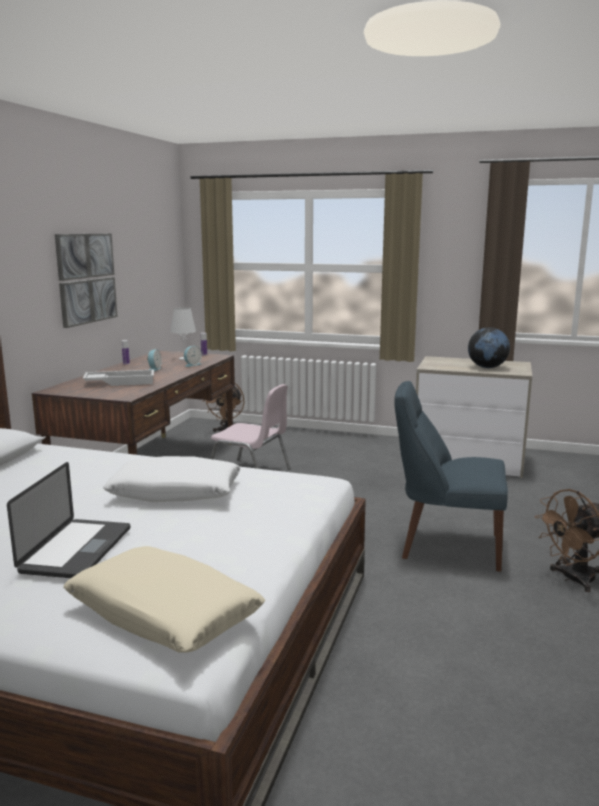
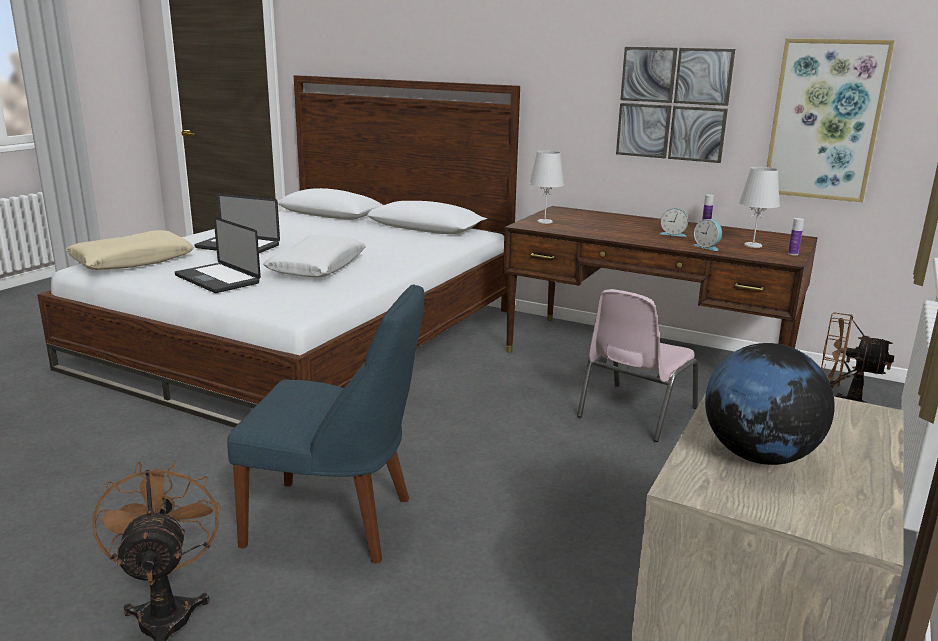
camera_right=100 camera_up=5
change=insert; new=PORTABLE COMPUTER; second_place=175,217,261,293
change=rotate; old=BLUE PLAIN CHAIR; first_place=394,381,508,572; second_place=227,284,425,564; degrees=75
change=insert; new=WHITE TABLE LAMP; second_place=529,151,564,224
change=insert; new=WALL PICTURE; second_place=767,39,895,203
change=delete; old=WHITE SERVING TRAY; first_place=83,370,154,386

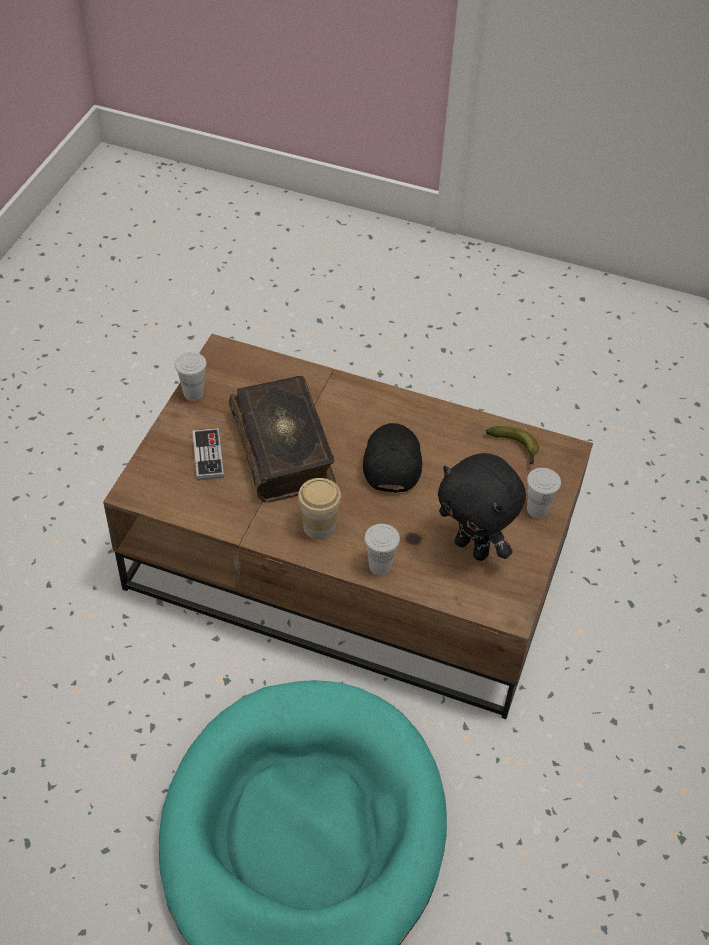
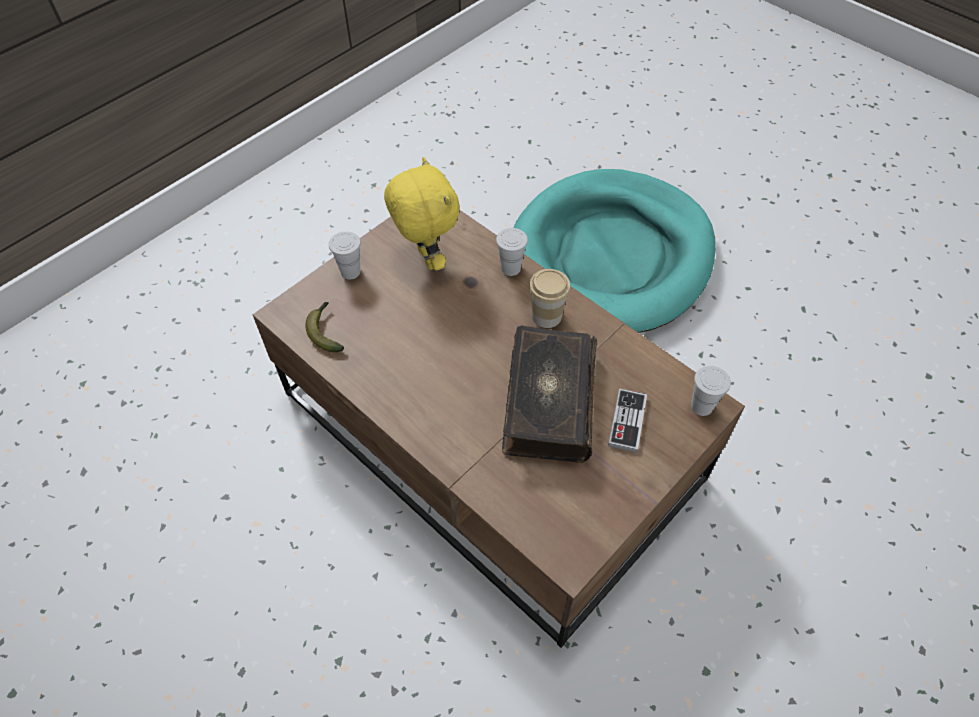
camera_right=-155 camera_up=5
change=recolor; old=BLACKISH PLUSH TOY; new=YELLOWISH PLUSH TOY; first_place=438,453,526,561; second_place=384,157,460,270
change=move; old=WHITE SMALL CUP; first_place=175,352,207,401; second_place=691,366,731,416
change=delete; old=BLACKISH CAP; first_place=363,423,422,493

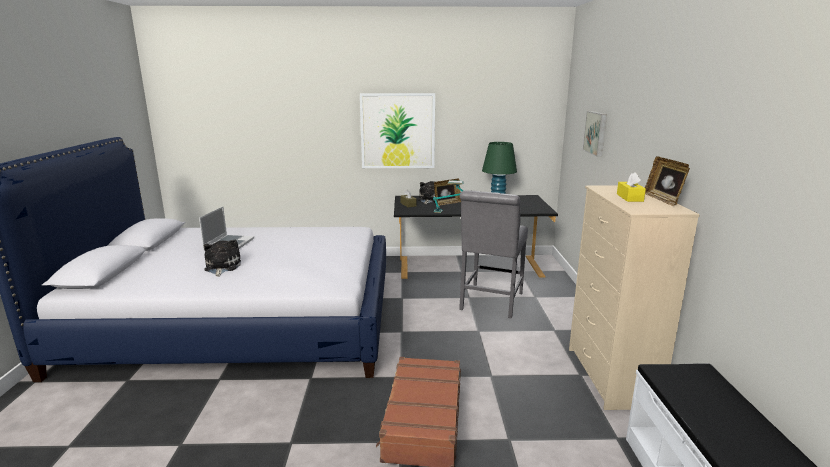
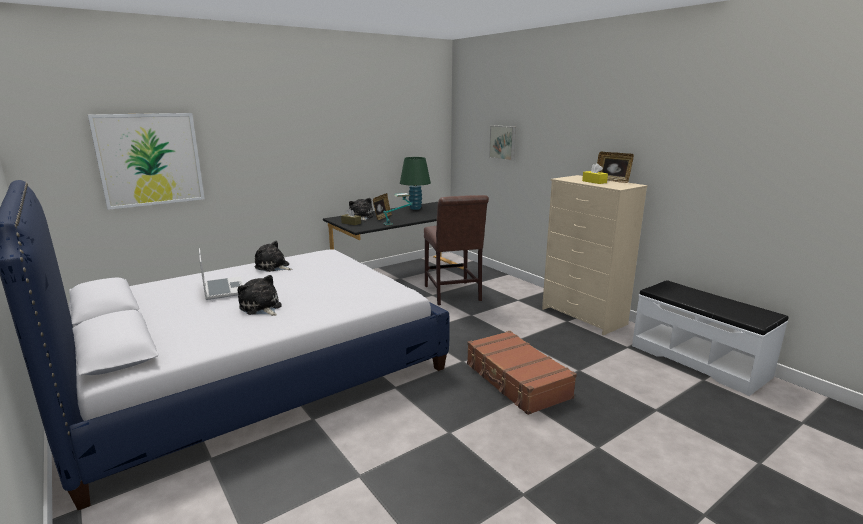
camera_right=-35 camera_up=0
change=move; old=WALL PICTURE; first_place=360,93,435,168; second_place=88,113,205,210
change=insert; new=PLUSH TOY; second_place=254,241,292,272
change=recolor; old=GREYISH PLAIN CHAIR; new=BROWN-COLOURED PLAIN CHAIR; first_place=459,191,528,319; second_place=424,195,489,305

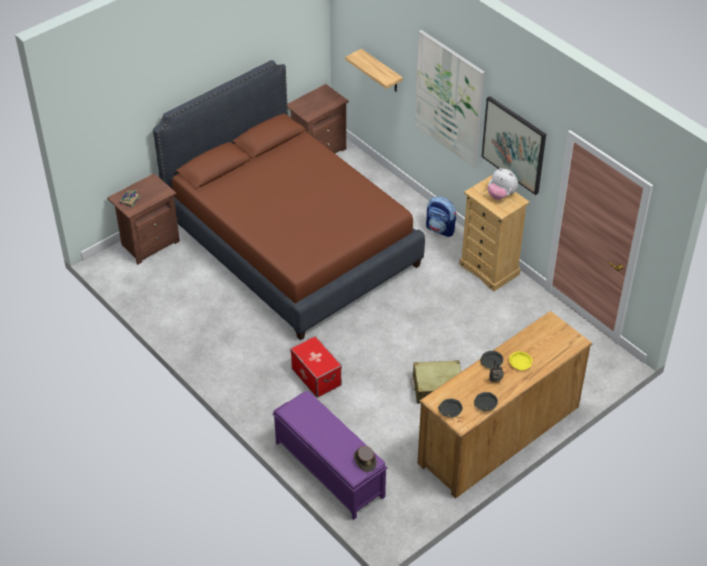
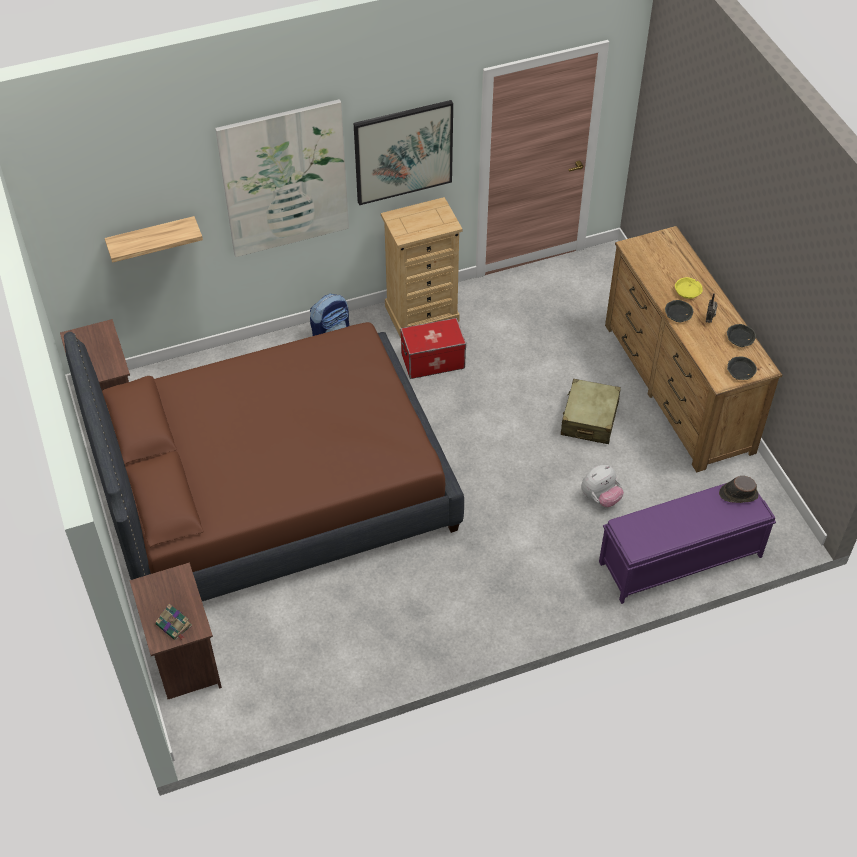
camera_right=-70 camera_up=5
change=move; old=STORAGE BOX; first_place=290,336,342,398; second_place=400,318,466,379
change=move; old=PLUSH TOY; first_place=487,168,518,200; second_place=581,465,624,507

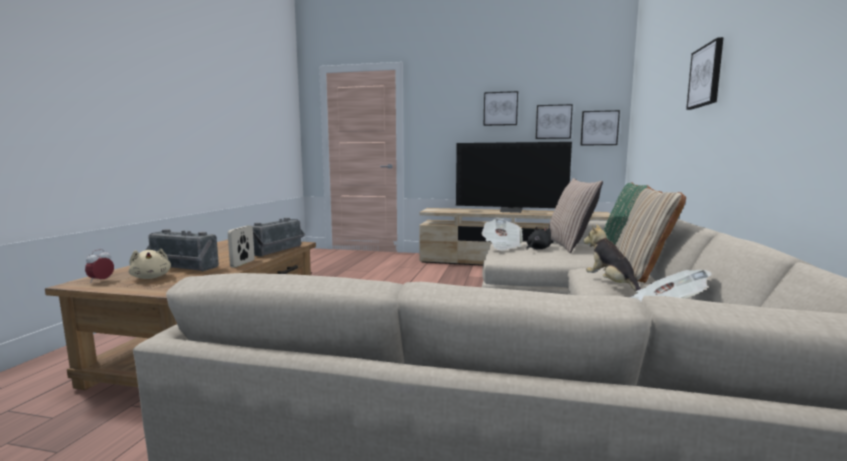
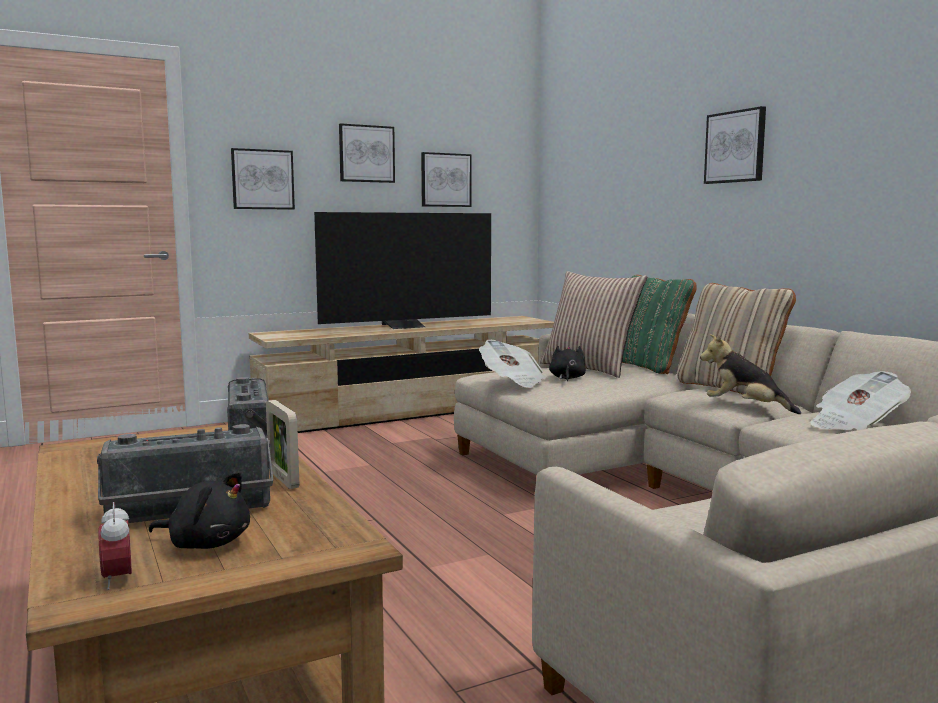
camera_right=-40 camera_up=0
change=recolor; old=SAND-COLOURED PLUSH TOY; new=BLACKISH PLUSH TOY; first_place=129,249,171,279; second_place=149,472,250,549
change=move; old=WALL PICTURE; first_place=580,110,620,145; second_place=231,148,295,210

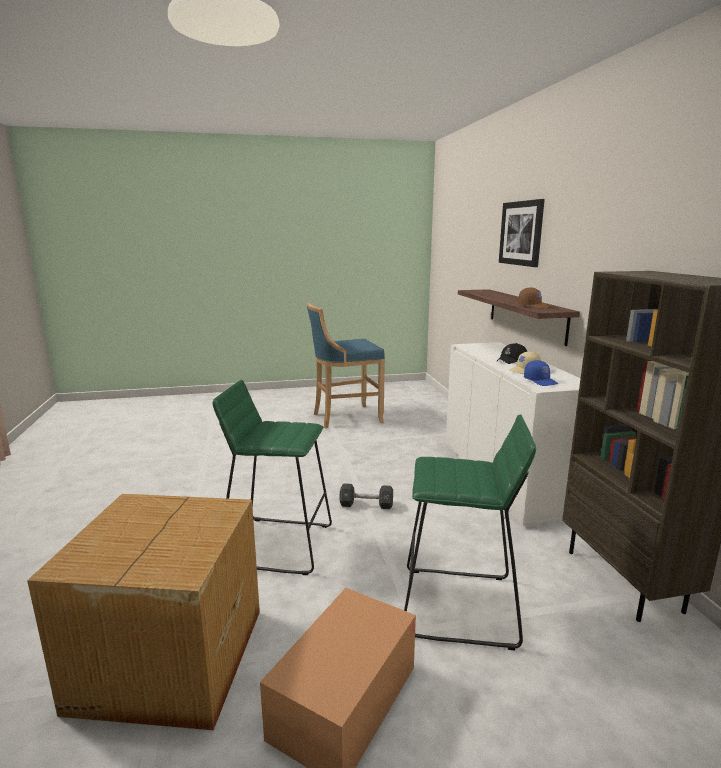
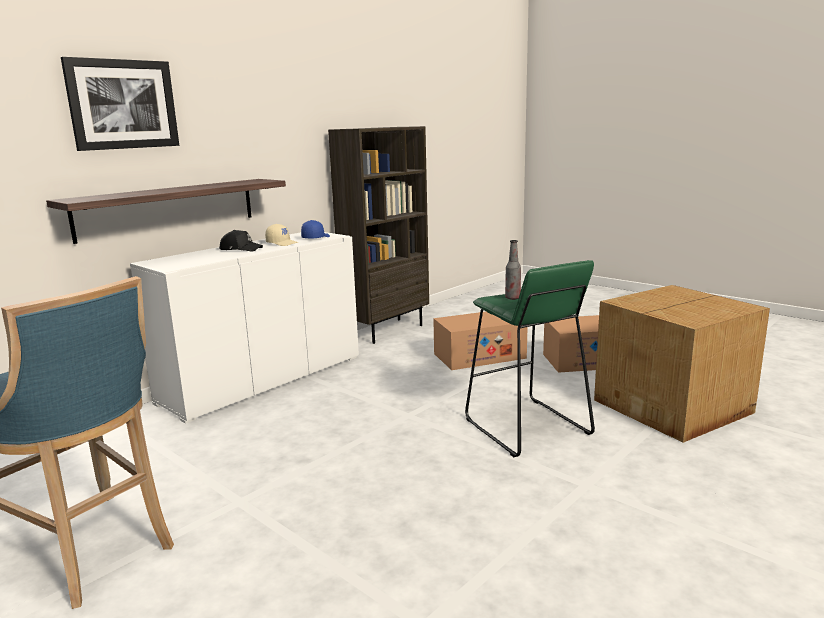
camera_right=-125 camera_up=0
change=replace; old=GREEN-COLOURED STOOL SEAT; new=CARDBOARD BOX; first_place=404,414,536,651; second_place=433,312,528,370
change=insert; new=BEVERAGE BOTTLE; second_place=505,240,521,300
change=delete; old=BLACKISH FREE WEIGHT; first_place=339,483,393,509
change=delete; old=BROWN-COLOURED CAP; first_place=518,287,551,309

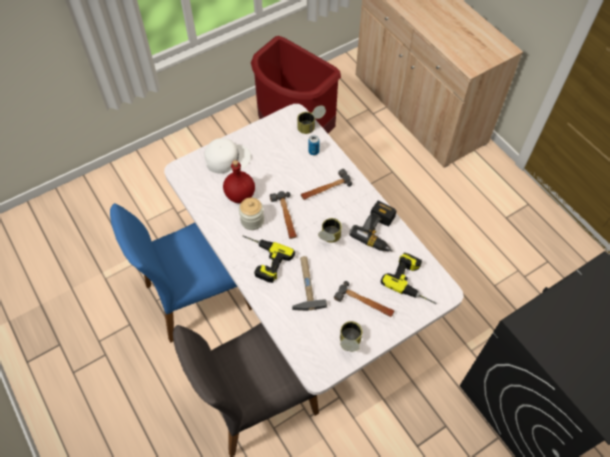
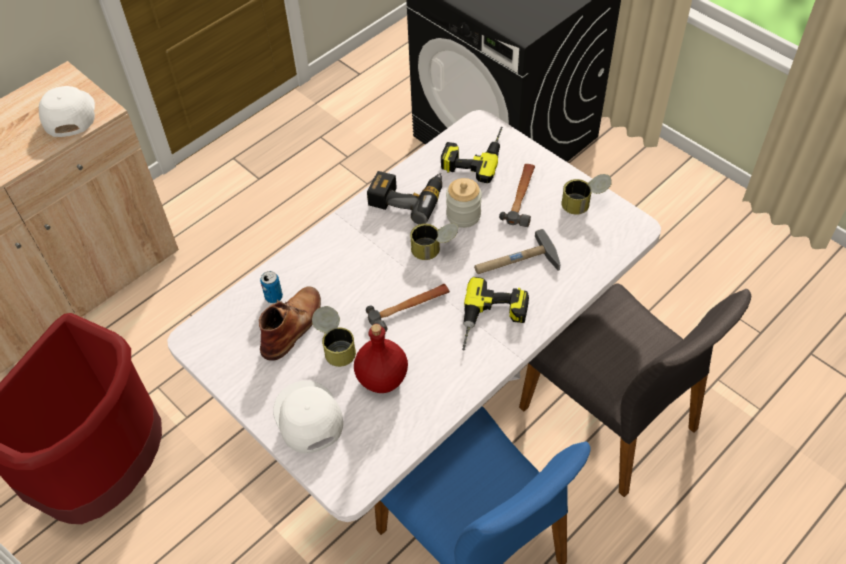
camera_right=-100 camera_up=-5
change=insert; new=WHITE CAP; second_place=39,86,95,137
change=insert; new=BROWN-COLOURED TALL BOOT; second_place=259,286,321,361
change=move; old=METAL CAN; first_place=297,105,326,134; second_place=312,306,356,367
change=move; old=JAR; first_place=239,198,264,230; second_place=446,178,482,228
change=delete; old=TOOL HAMMER; first_place=301,169,352,200

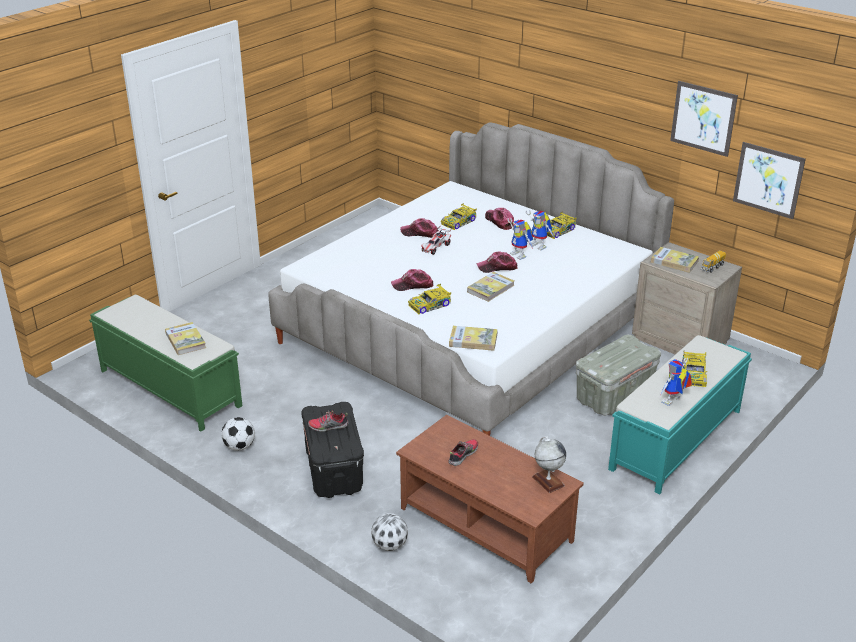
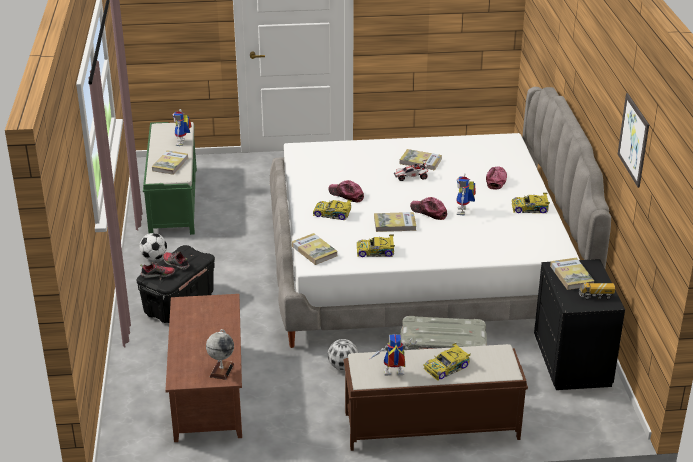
camera_right=45 camera_up=0
change=move; old=SHOE; first_place=448,439,478,466; second_place=140,262,175,278
change=move; old=TOY ROBOT; first_place=526,210,555,250; second_place=172,109,192,146
change=move; old=FOOTBALL; first_place=371,513,408,551; second_place=328,339,358,370
change=recolor; old=BLUE-GREEN BENCH; new=BROWN-COLOURED BENCH; first_place=608,335,752,495; second_place=344,344,528,451
change=move; old=MINIATURE CAR; first_place=441,203,477,230; second_place=357,235,395,257
change=replace; old=CAP; new=BOUND BOOK; first_place=400,218,439,238; second_place=400,149,442,171
change=recolor; old=SAND-COLOURED NIGHTSTAND; new=BLACKISH NIGHTSTAND; first_place=632,242,742,354; second_place=534,259,625,390
change=delete; old=WALL PICTURE; first_place=733,142,806,219

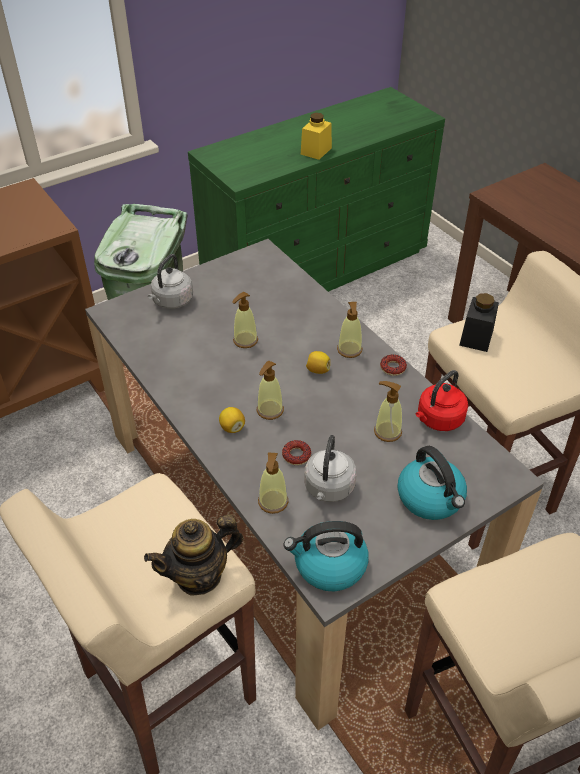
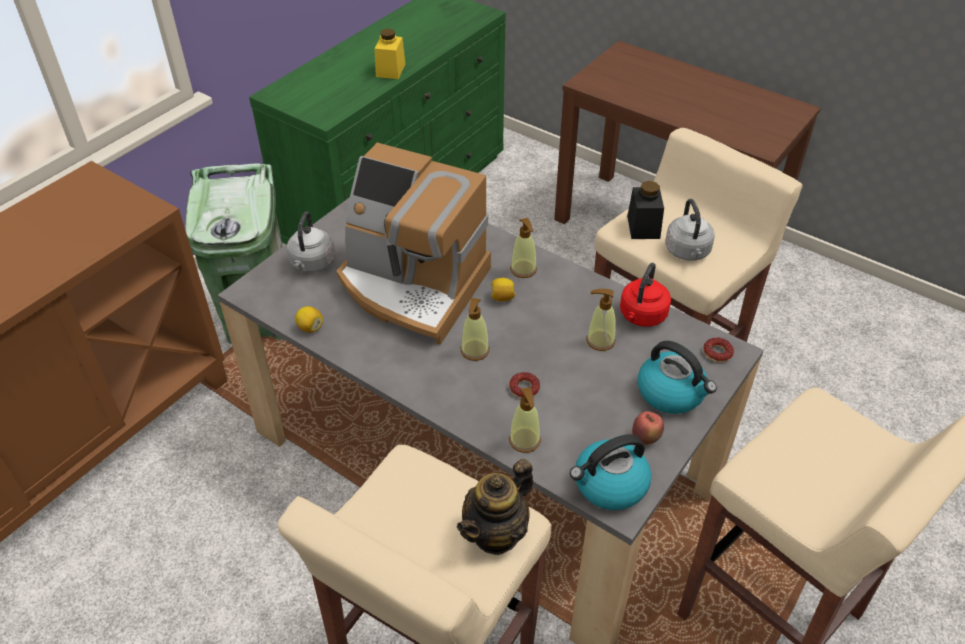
camera_right=-20 camera_up=0
change=move; old=WHOLE LEMON; first_place=219,407,245,433; second_place=295,306,323,333
change=replace; old=SOAP BOTTLE; new=COFFEE MAKER; first_place=232,292,258,348; second_place=337,143,491,345
change=insert; new=APPLE; second_place=632,411,664,444
change=move; old=GREYISH WATER KETTLE; first_place=304,435,357,502; second_place=665,199,715,261
change=move; old=RING DOUGHNUT; first_place=380,354,407,376; second_place=703,337,734,362

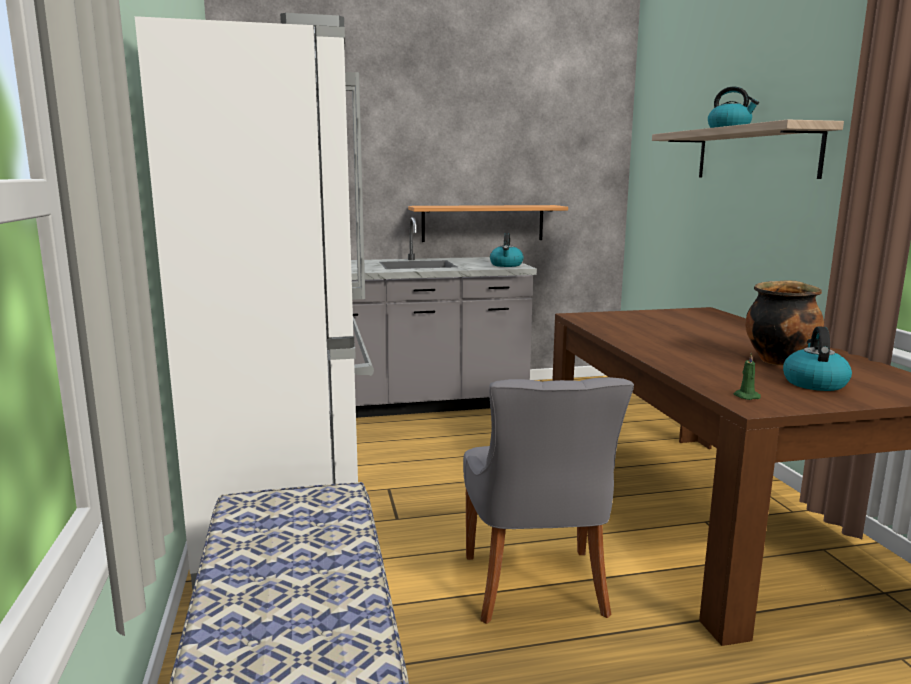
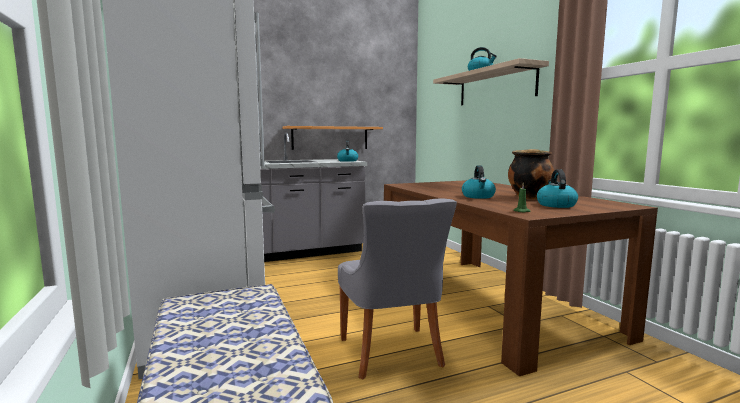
camera_right=-10 camera_up=-5
change=insert; new=WATER KETTLE; second_place=462,165,496,199

